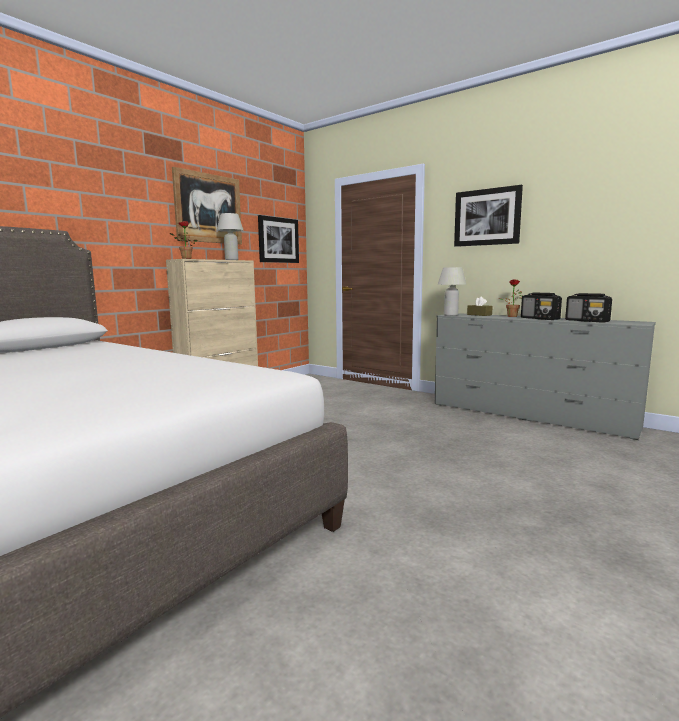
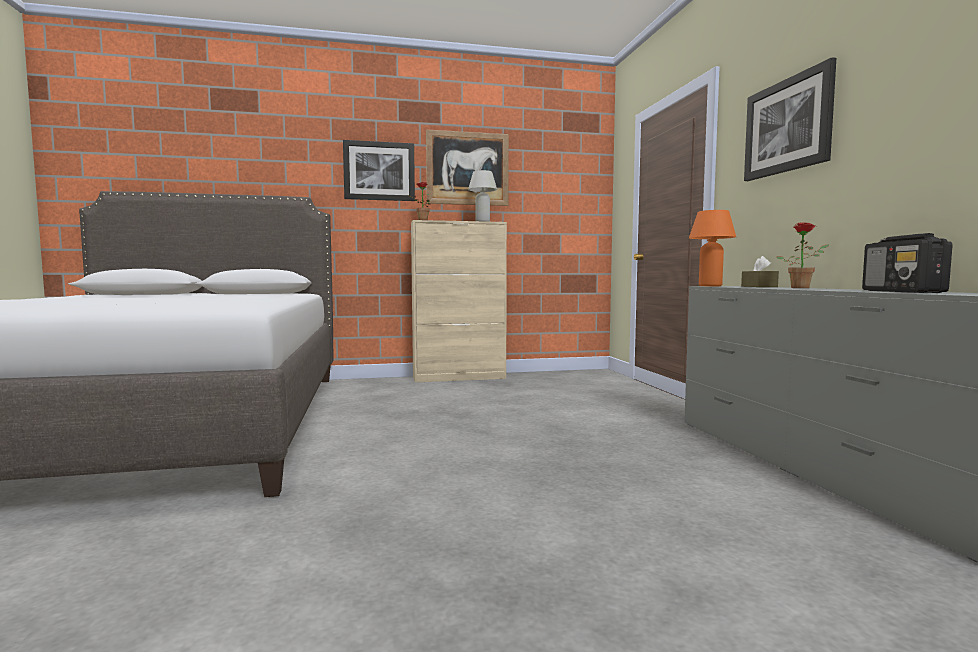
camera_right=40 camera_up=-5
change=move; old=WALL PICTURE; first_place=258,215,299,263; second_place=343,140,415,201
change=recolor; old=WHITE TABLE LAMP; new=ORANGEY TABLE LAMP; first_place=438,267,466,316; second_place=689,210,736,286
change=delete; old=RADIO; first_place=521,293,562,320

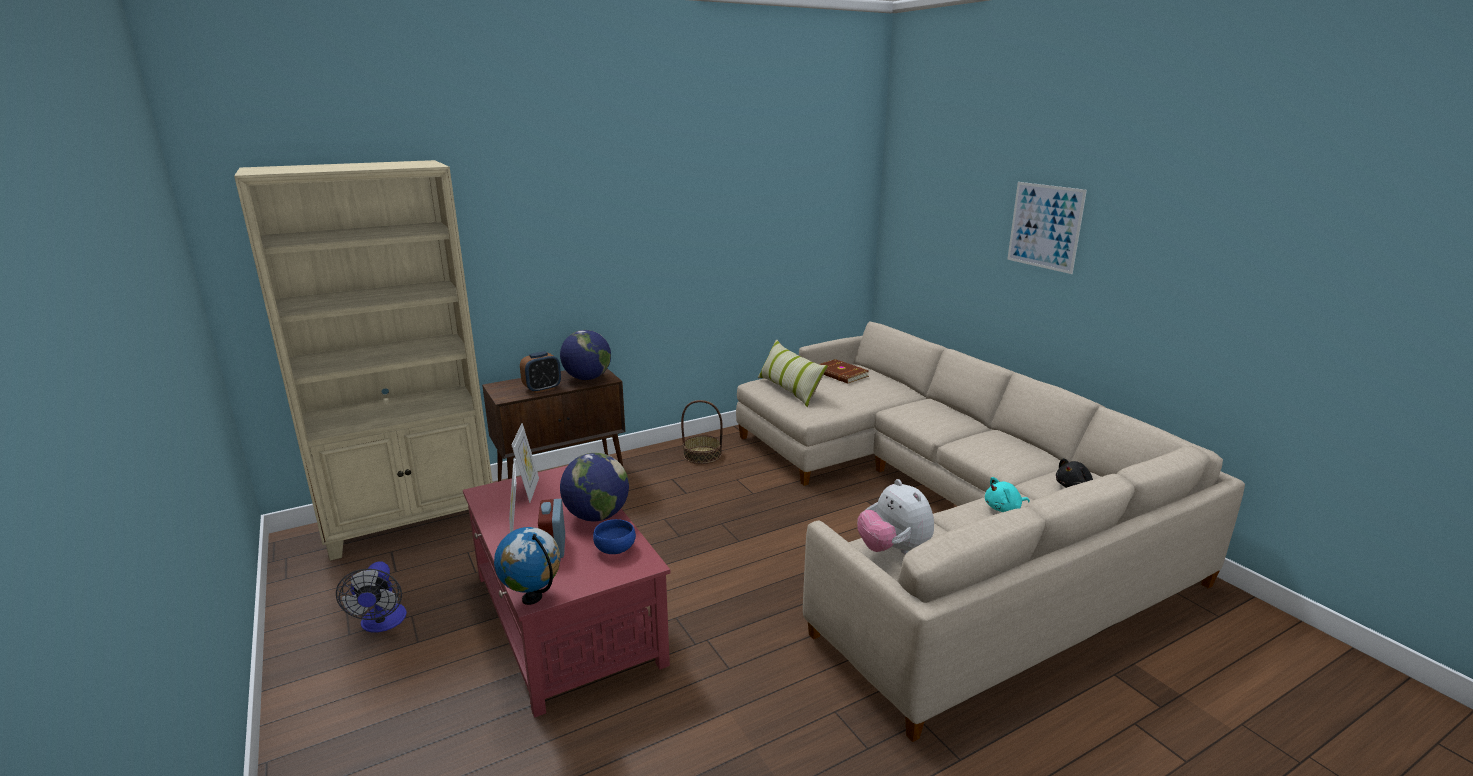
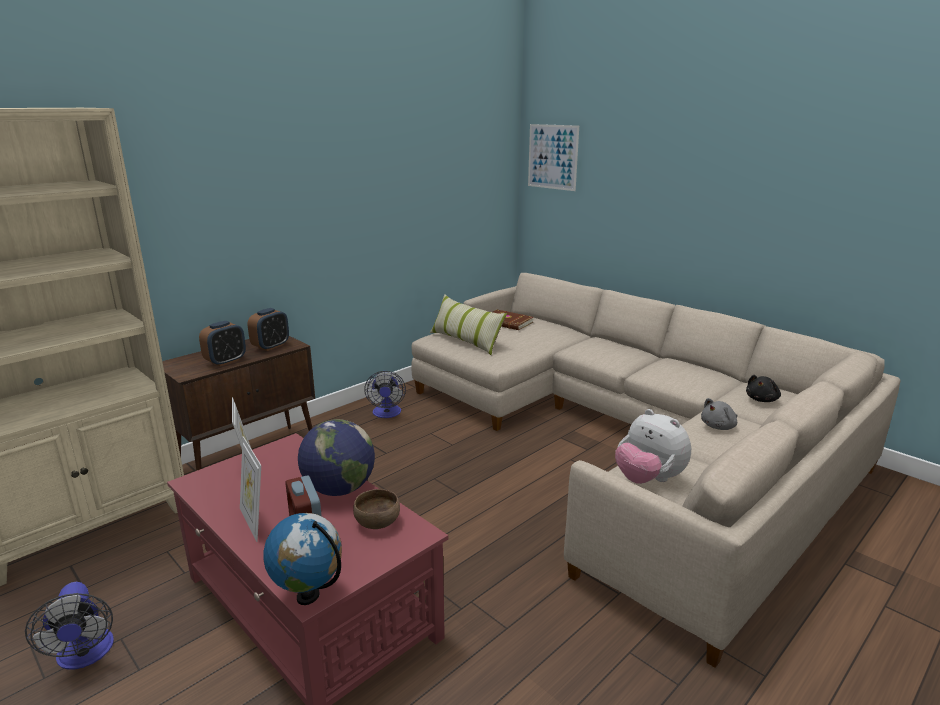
camera_right=-15 camera_up=0
change=replace; old=WORLD GLOBE; new=TABLE CLOCK; first_place=560,330,611,380; second_place=248,308,289,351
change=recolor; old=BLUE SERVING BOWL; new=BROWN-COLOURED SERVING BOWL; first_place=593,519,636,554; second_place=353,489,400,529
change=replace; old=STORAGE BASKET; new=COOLING FAN; first_place=681,400,723,464; second_place=364,371,406,418
change=move; old=WALL PICTURE; first_place=1007,182,1087,274; second_place=528,124,579,191
change=recolor; old=BLUE-GREEN PLUSH TOY; new=GREYISH PLUSH TOY; first_place=985,477,1030,512; second_place=701,398,738,430

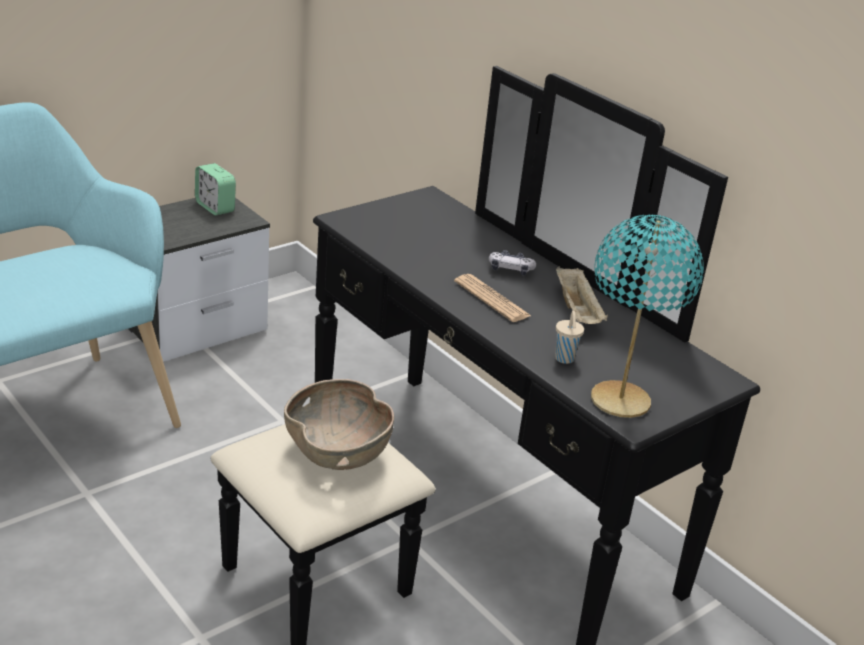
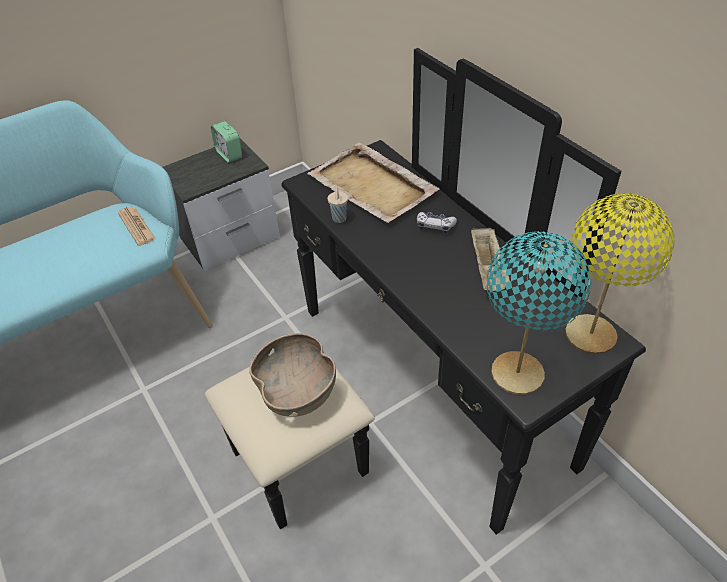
camera_right=10 camera_up=15
change=move; old=DAILY PAPER; first_place=454,274,531,322; second_place=118,207,156,246
change=insert; new=SAND-COLOURED SERVING TRAY; second_place=307,142,440,223
change=move; old=SAND-COLOURED SMALL CUP; first_place=555,311,584,364; second_place=328,187,348,223
change=insert; new=YELLOWISH TABLE LAMP; second_place=565,193,675,354

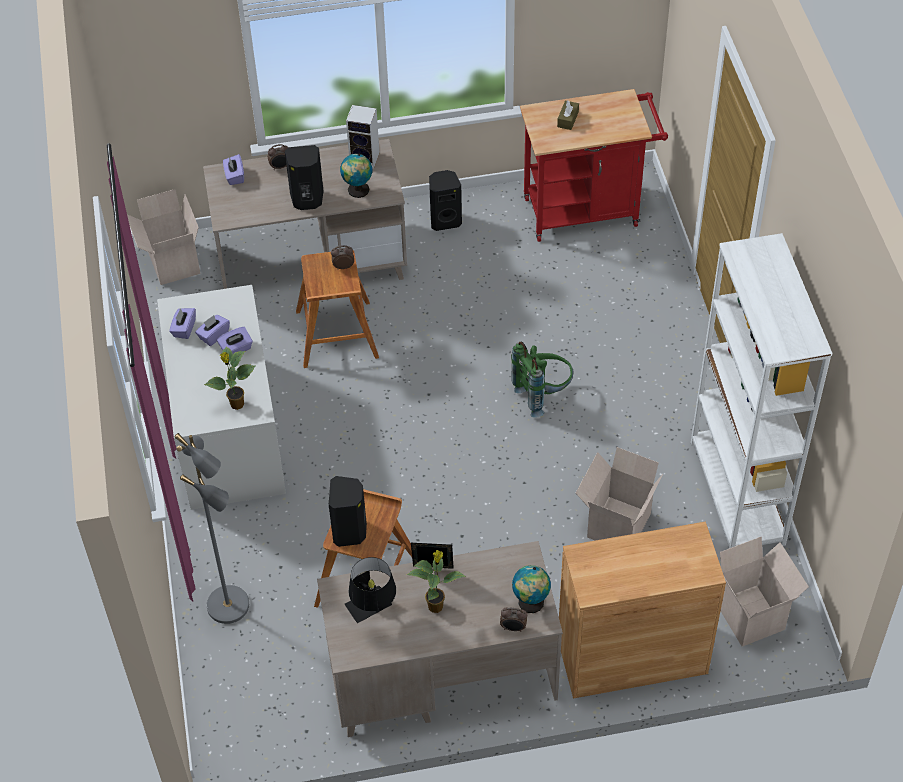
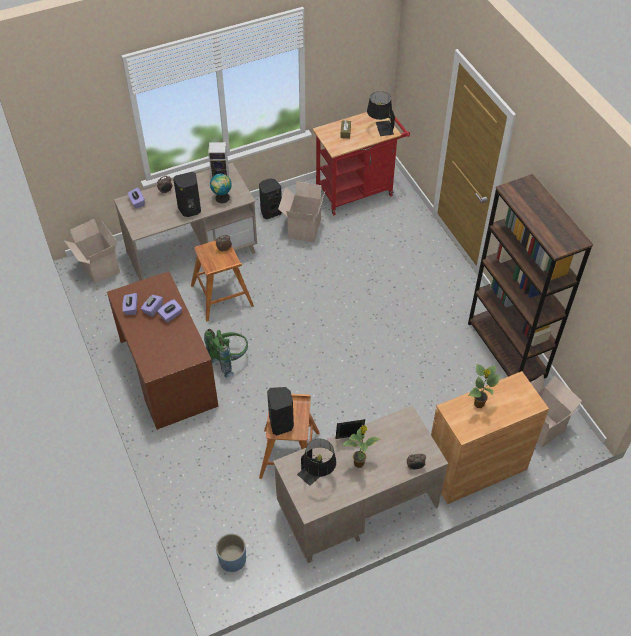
camera_right=-15 camera_up=0
change=recolor; old=WHITE DESK; new=BROWN-COLOURED DESK; first_place=157,285,286,510; second_place=107,271,218,430
change=move; old=GREEN-COLOURED RUCKSACK; first_place=511,341,573,418; second_place=204,329,248,378
change=insert; new=BLUE FLOWER POT; second_place=216,533,246,572
change=move; old=CARDBOARD BOX; first_place=576,447,663,540; second_place=278,181,325,242
change=insert; new=BLACKISH TABLE LAMP; second_place=367,91,395,136
change=recolor; old=WHITE SHELVING UNIT; new=BROWN-COLOURED SHELVING UNIT; first_place=691,233,832,548; second_place=468,174,593,382
change=move; old=POTTED PLANT; first_place=204,346,256,410; second_place=468,364,500,408
change=delete; old=GREYISH STANDING LAMP; first_place=174,433,249,624
change=delete; old=WORLD GLOBE; first_place=512,565,551,613

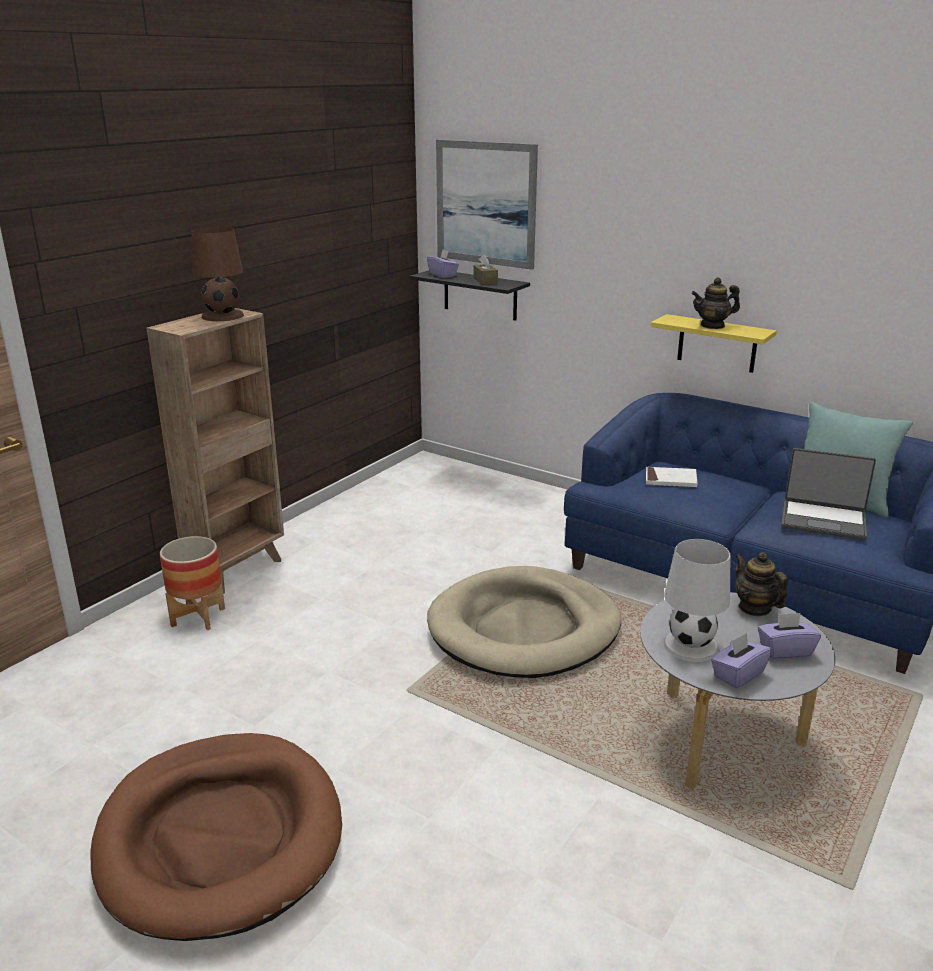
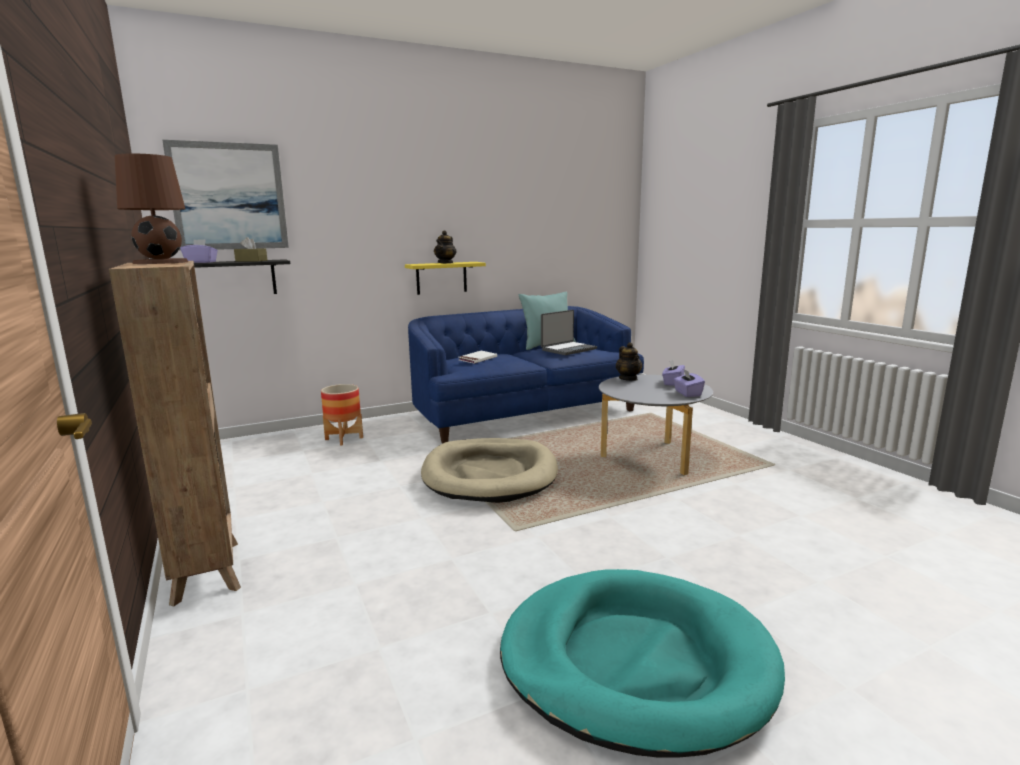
camera_right=-60 camera_up=-10
change=move; old=FLOWER POT; first_place=160,536,225,630; second_place=321,384,363,446
change=recolor; old=BROWN-COLOURED DOG CUSHION; new=BLUE-GREEN DOG CUSHION; first_place=90,733,342,941; second_place=500,569,785,758
change=rotate; old=POT FOR TEA; first_place=735,552,788,616; second_place=616,342,643,381; degrees=-105
change=delete; old=WHITE TABLE LAMP; first_place=664,539,730,662

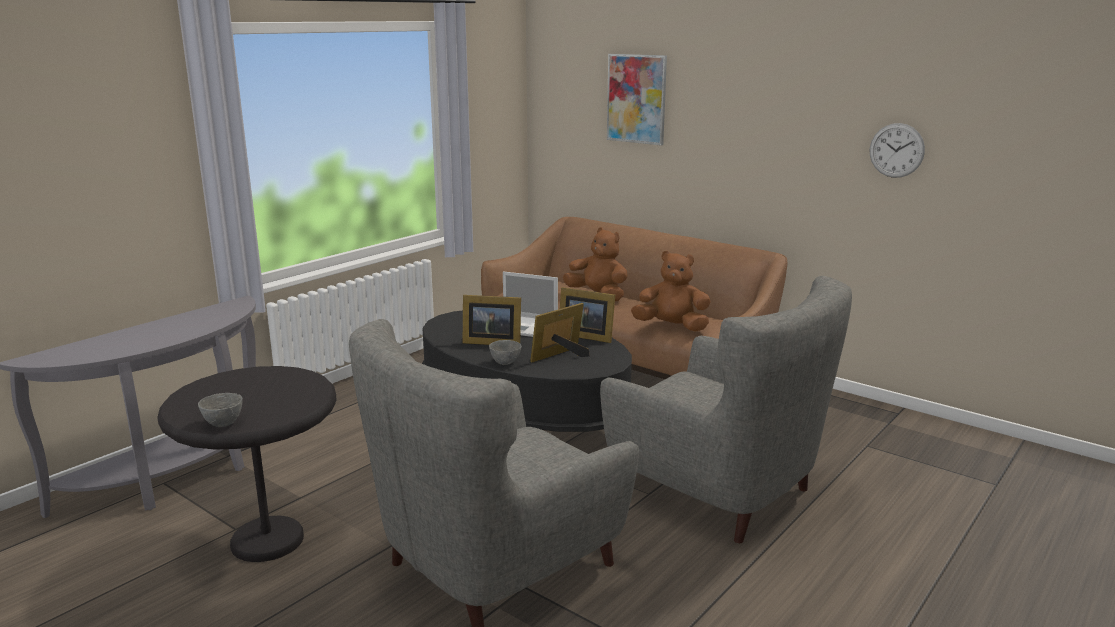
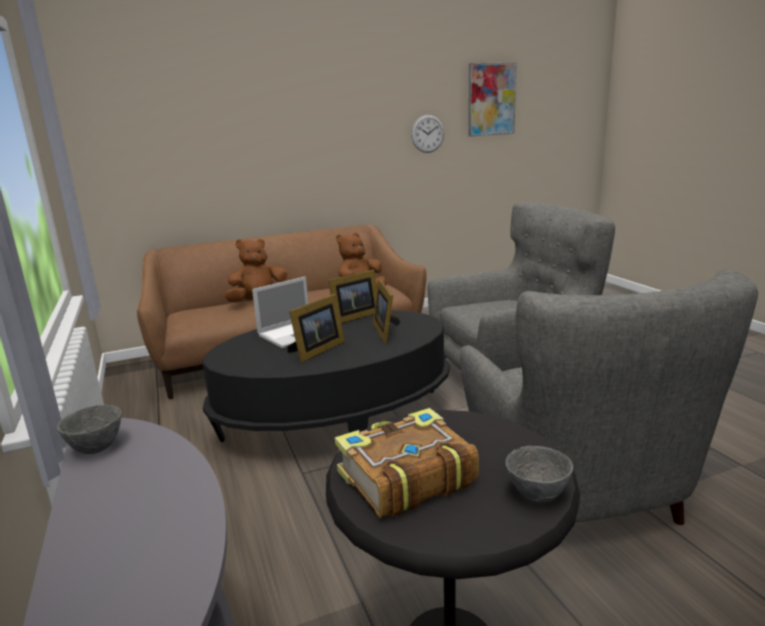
camera_right=-60 camera_up=0
change=move; old=GREYISH SERVING BOWL; first_place=489,340,522,365; second_place=57,405,121,454
change=insert; new=BOUND BOOK; second_place=335,408,479,517
change=move; old=WALL PICTURE; first_place=607,54,667,146; second_place=468,63,517,137

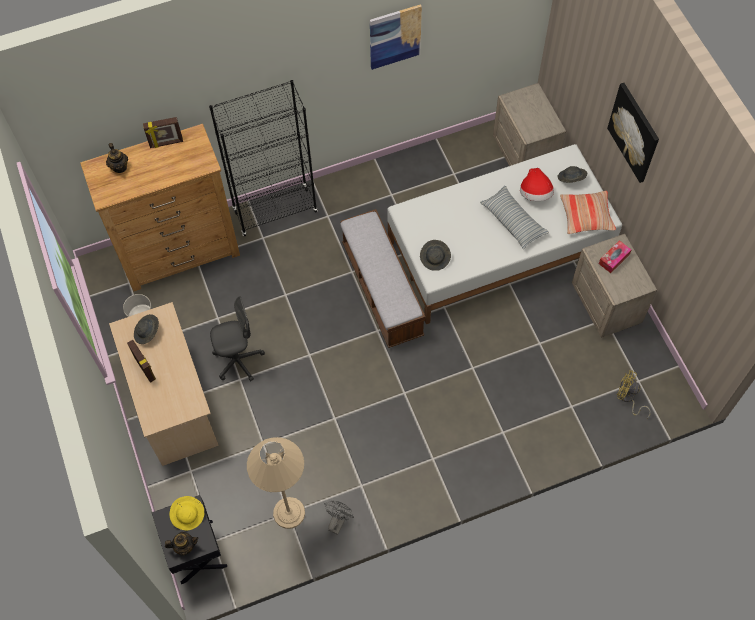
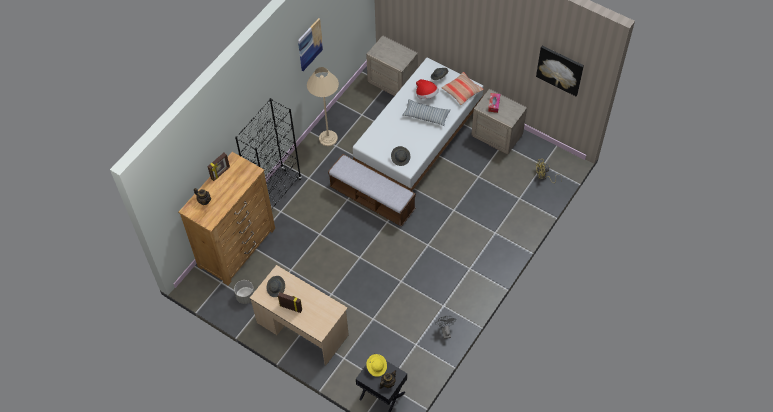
camera_right=-35 camera_up=-5
change=move; old=SAND-COLOURED STANDING LAMP; first_place=247,437,305,529; second_place=307,67,339,146
change=move; old=WALL PICTURE; first_place=607,83,659,183; second_place=536,46,584,96
change=delete; old=GREYISH COMPUTER CHAIR; first_place=210,296,265,381

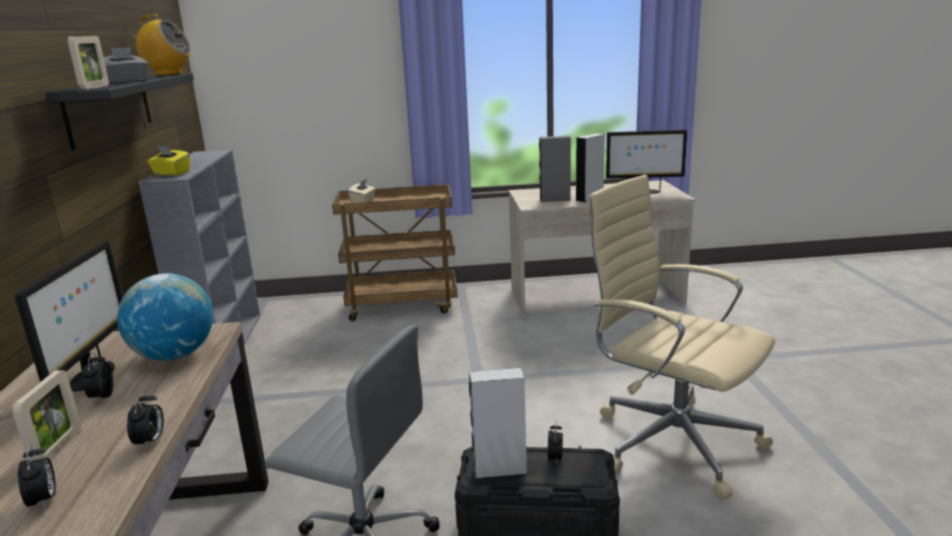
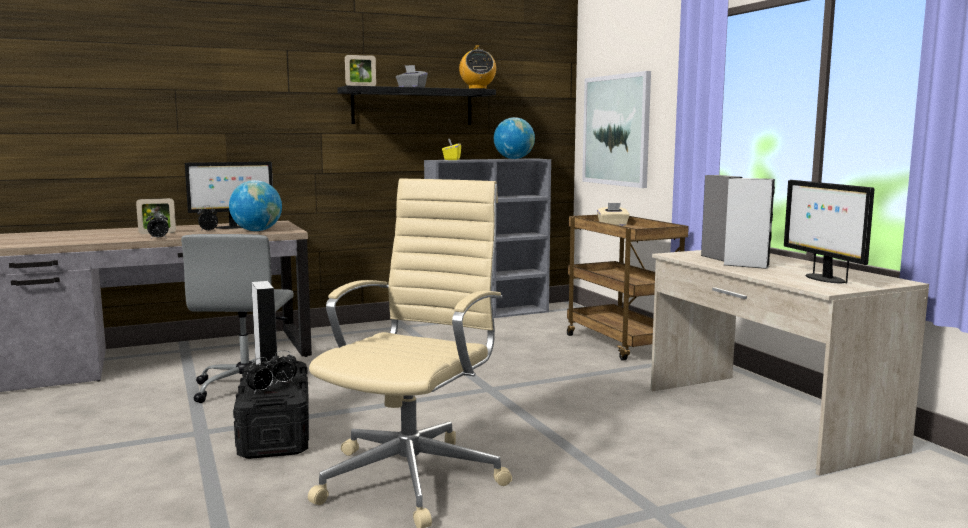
camera_right=70 camera_up=-10
change=move; old=TABLE CLOCK; first_place=18,445,56,510; second_place=246,357,274,394
change=insert; new=WORLD GLOBE; second_place=494,117,535,159
change=insert; new=WALL PICTURE; second_place=582,71,651,188

